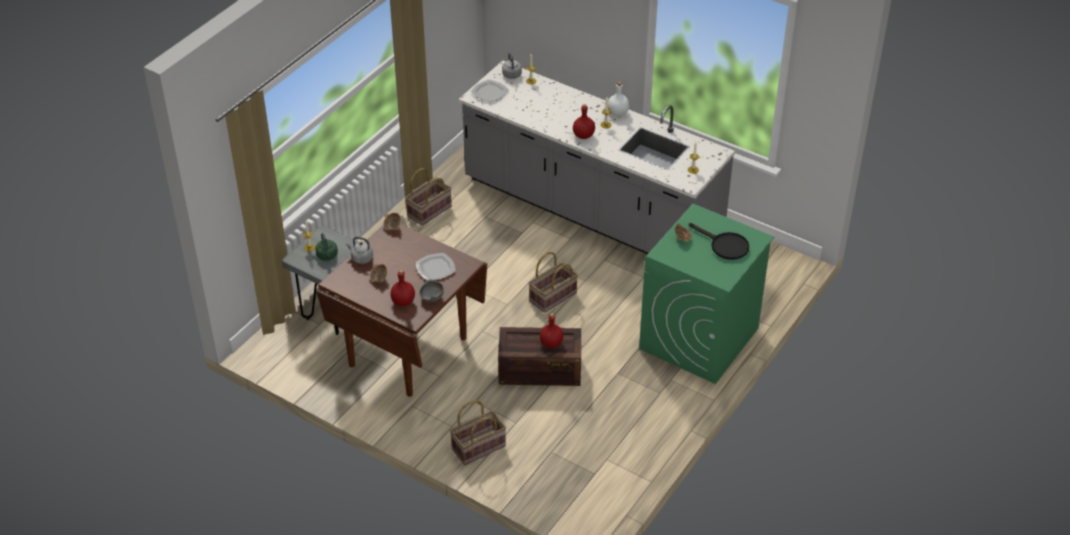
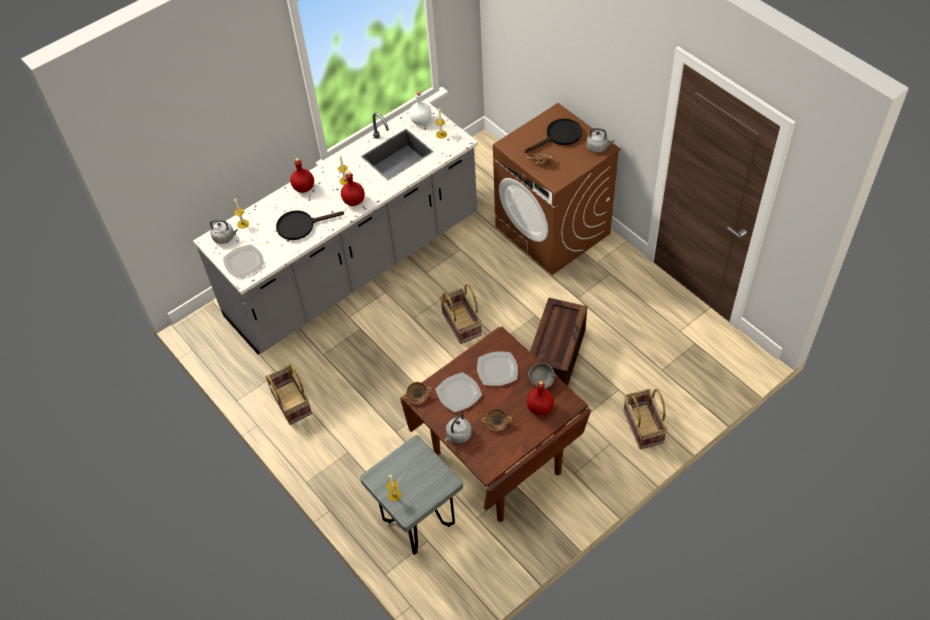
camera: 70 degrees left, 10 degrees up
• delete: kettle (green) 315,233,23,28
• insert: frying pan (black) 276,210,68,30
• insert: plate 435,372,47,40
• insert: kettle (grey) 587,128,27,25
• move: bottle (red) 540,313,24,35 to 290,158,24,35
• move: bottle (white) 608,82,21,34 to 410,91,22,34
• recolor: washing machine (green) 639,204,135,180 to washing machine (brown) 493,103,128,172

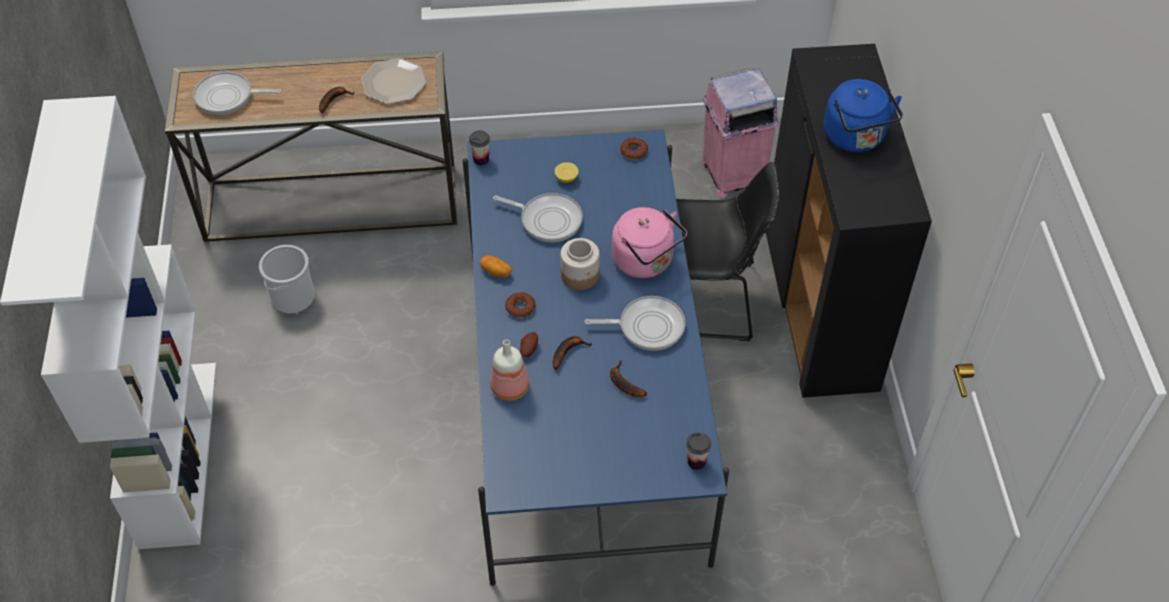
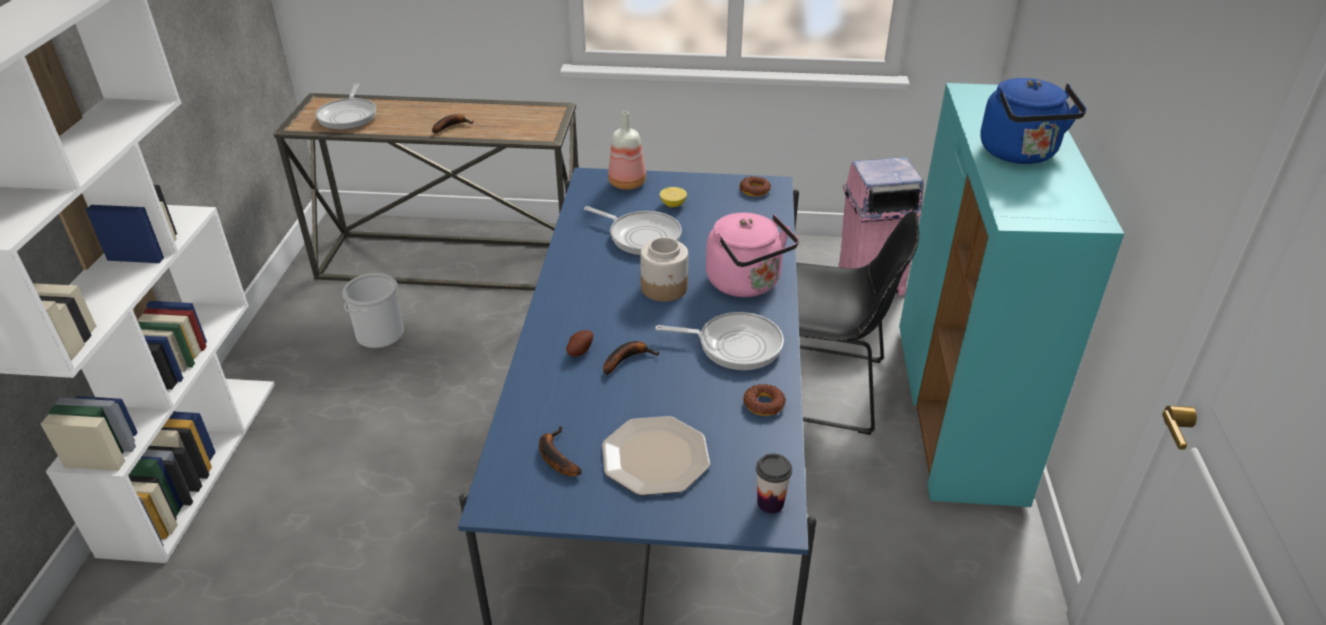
camera: 10 degrees right, 15 degrees down
• delete: cup 469,130,21,36
• delete: potato 479,255,33,23
• move: plate 361,58,66,46 to 602,416,108,79
• move: bottle 490,339,39,62 to 608,111,38,79
• move: donut 505,292,31,26 to 743,384,43,32
• move: banana 610,360,37,38 to 539,426,43,50
• recolor: cabinet (black) 766,44,166,354 to cabinet (turquoise) 899,83,225,424
• rotate: frying pan 193,72,88,43 = 316,83,60,47 105 degrees counterclockwise

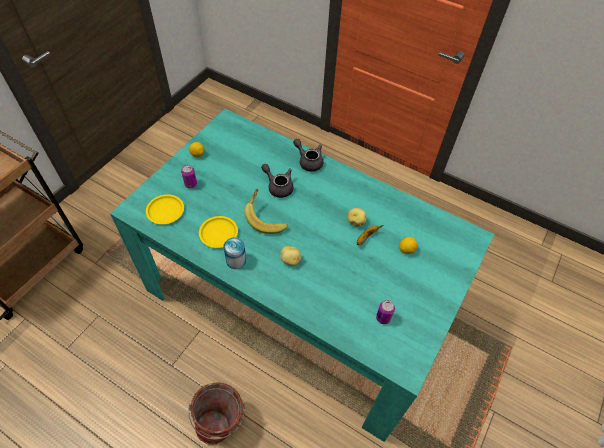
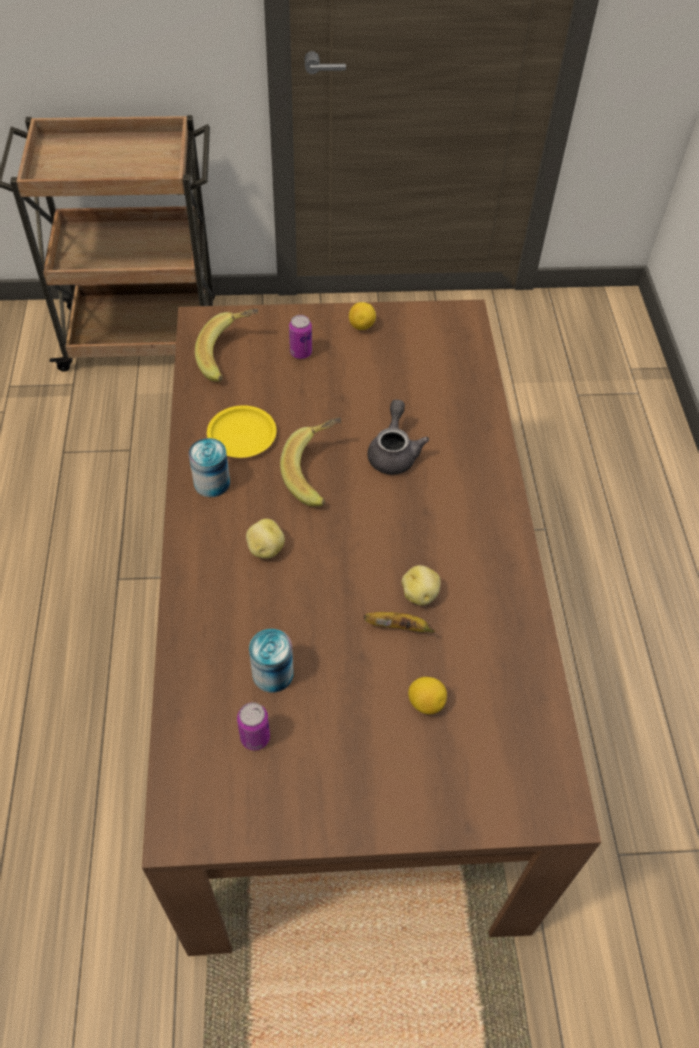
camera: 55 degrees right, 0 degrees up
• delete: bucket 188,382,57,63
• delete: teapot (grey) 293,139,30,33
• insert: can 249,629,44,64
• replace: plate (yellow) 146,194,38,30 to banana 195,309,63,73
• recolor: dining table (turquoise) 110,109,384,333 to dining table (brown) 142,300,459,656

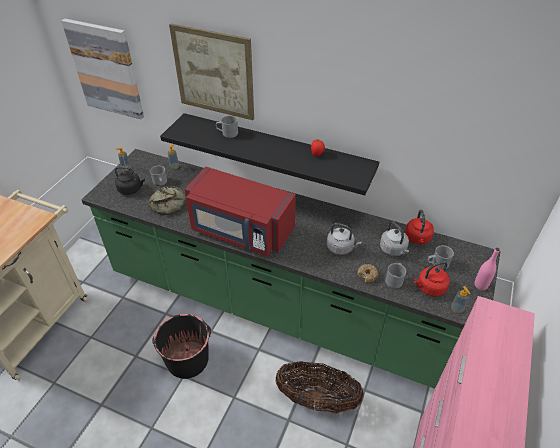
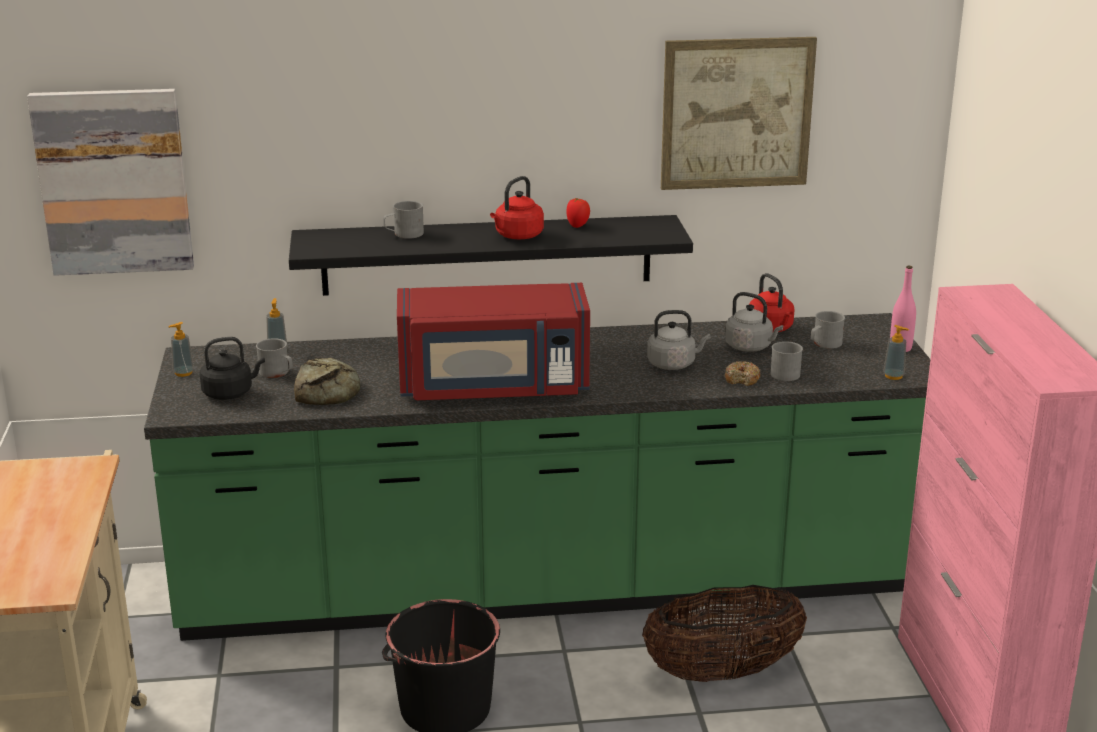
camera: 30 degrees left, 20 degrees down
• move: picture 169,23,85,97 to 661,37,156,153
• move: kettle (red) 413,261,37,36 to 490,176,54,63

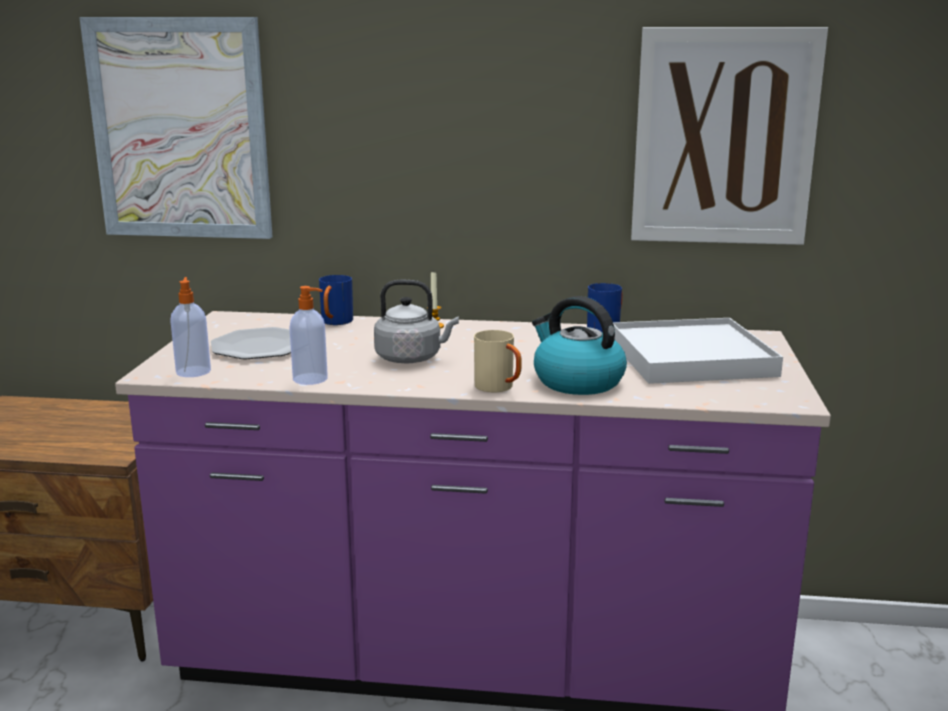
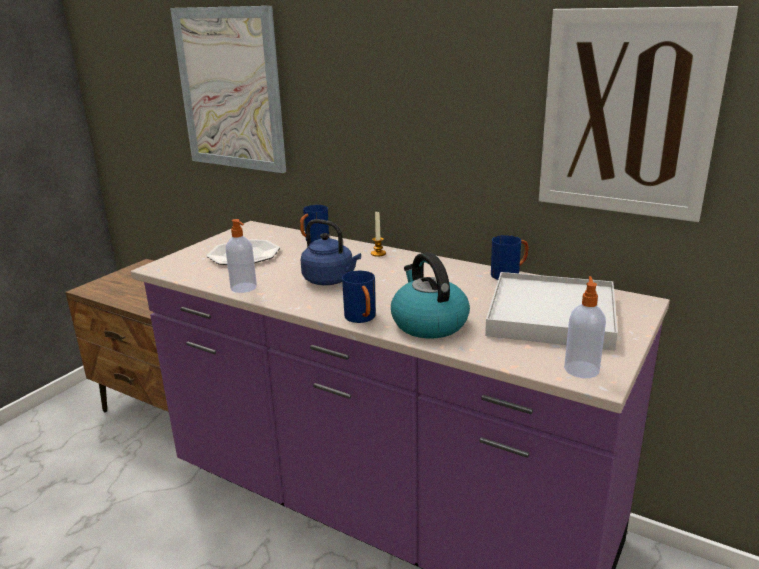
camera: 25 degrees right, 5 degrees up
• move: soap dispenser 170,277,41,100 to 564,276,42,102
• recolor: kettle (grey) 374,280,85,83 to kettle (blue) 301,219,60,66
• recolor: mug (beige) 474,330,48,62 to mug (blue) 342,271,33,52

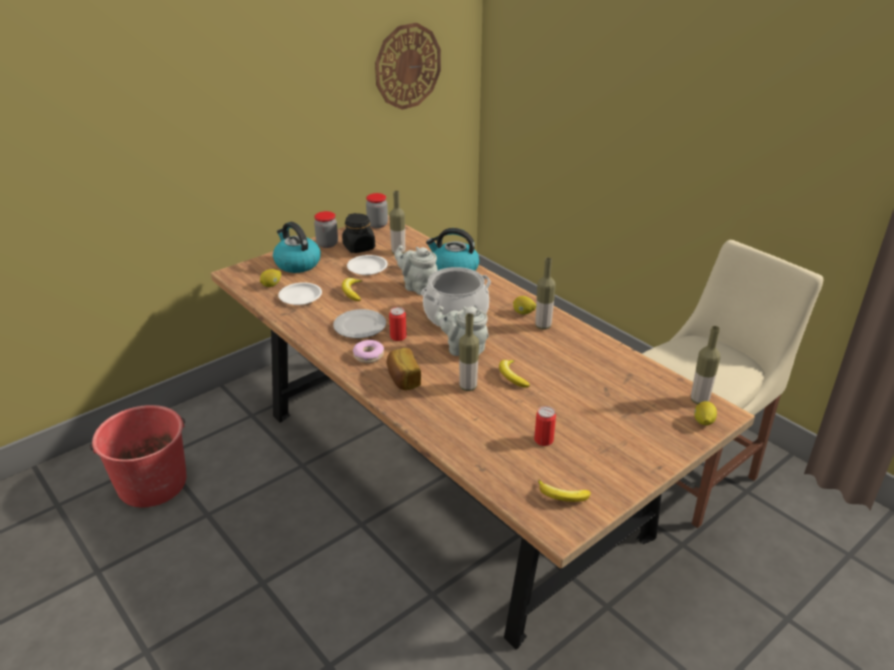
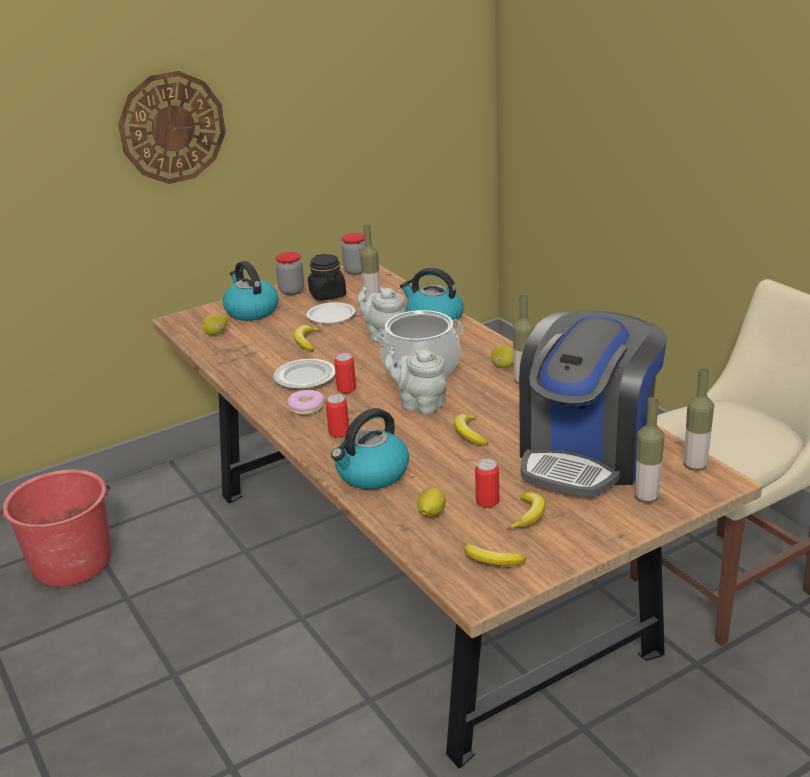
camera: 10 degrees right, 5 degrees down
• delete: plate (white) 278,282,44,23
• insert: kettle 331,408,78,81
• insert: banana 507,492,38,37
• insert: coffee machine 519,311,149,187
• move: wall clock 375,23,66,87 to 118,71,108,113
• move: bottle 459,313,20,78 to 635,397,30,106
• move: lemon 694,401,23,24 to 417,487,28,30
• replace: bread 387,348,34,42 to can 326,394,23,44

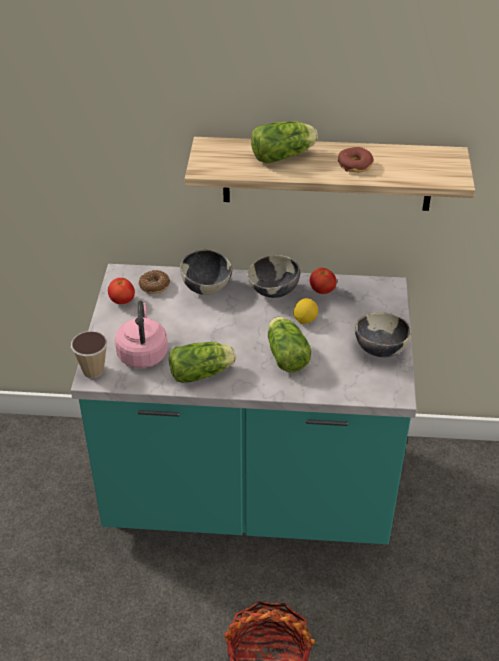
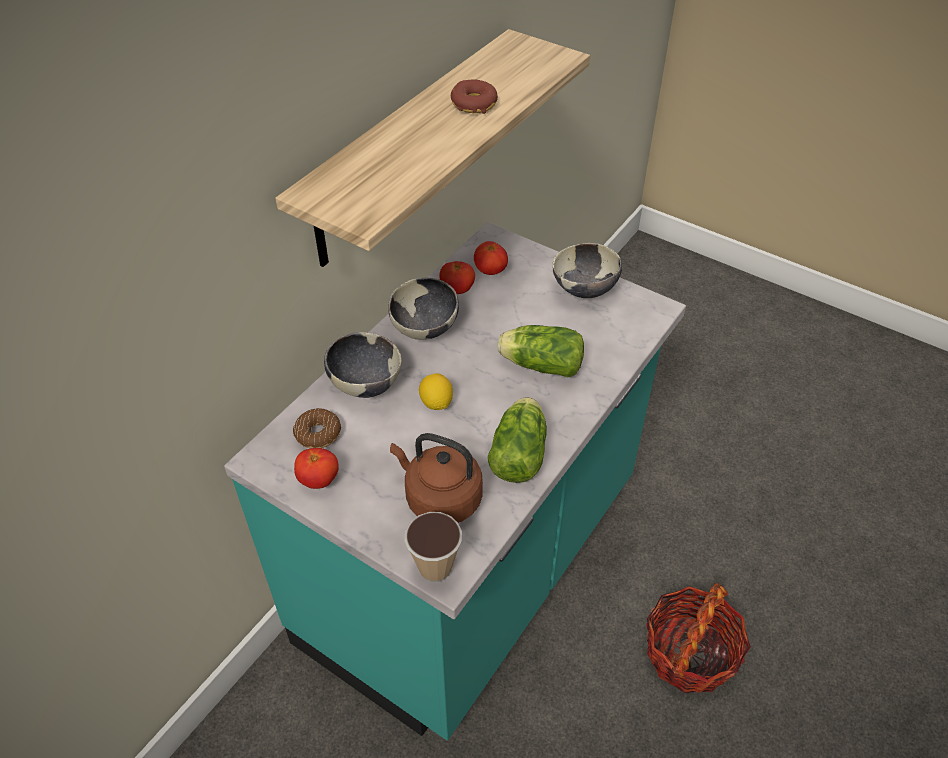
camera: 60 degrees left, 5 degrees up
• delete: lettuce 251,121,67,42
• insert: tomato 474,241,34,34
• move: lemon 293,298,25,26 to 419,373,34,37
• recolor: kettle (pink) 115,300,53,68 to kettle (brown) 390,433,93,90

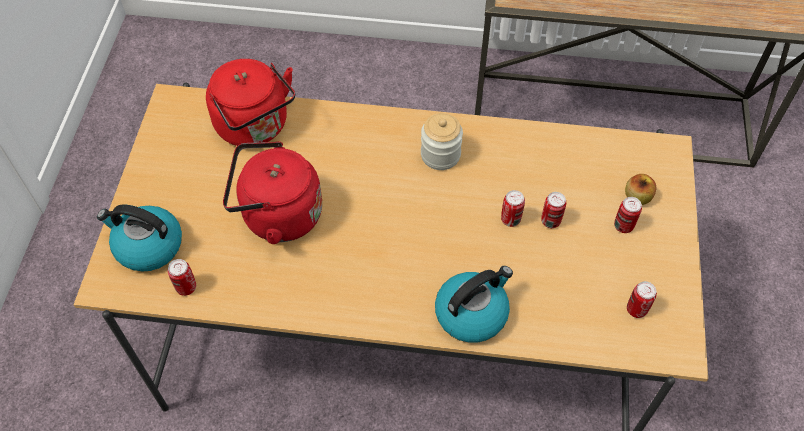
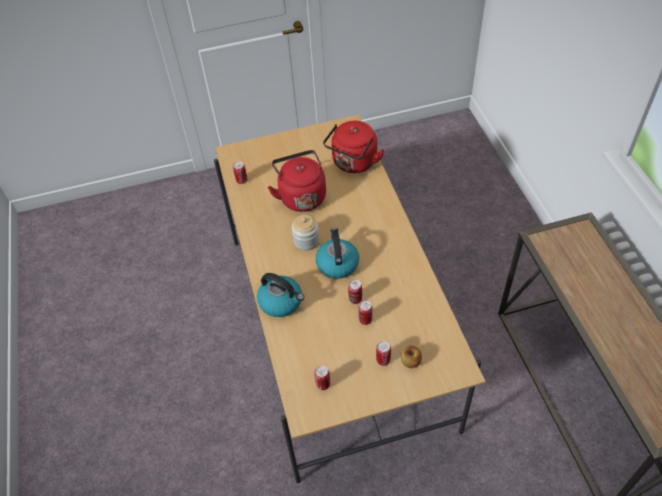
camera: 70 degrees right, 5 degrees down
• move: kettle 97,205,85,67 to 316,228,43,51
• move: jar 421,113,42,57 to 292,214,27,37

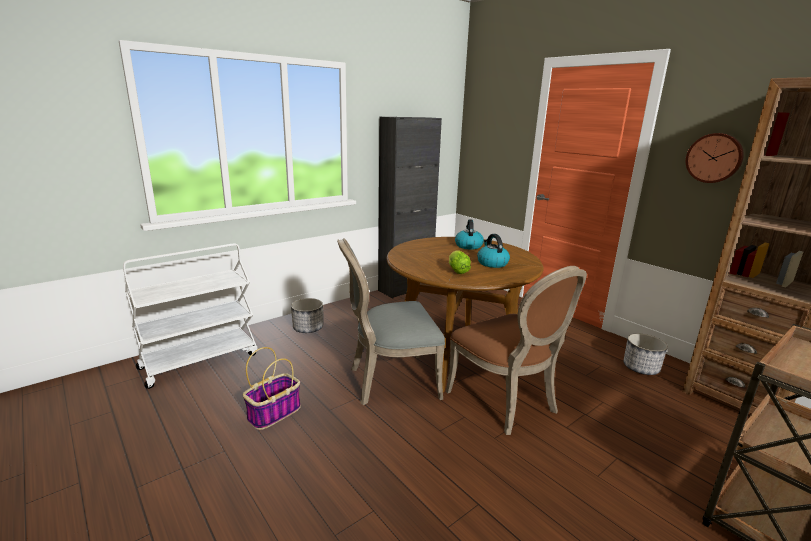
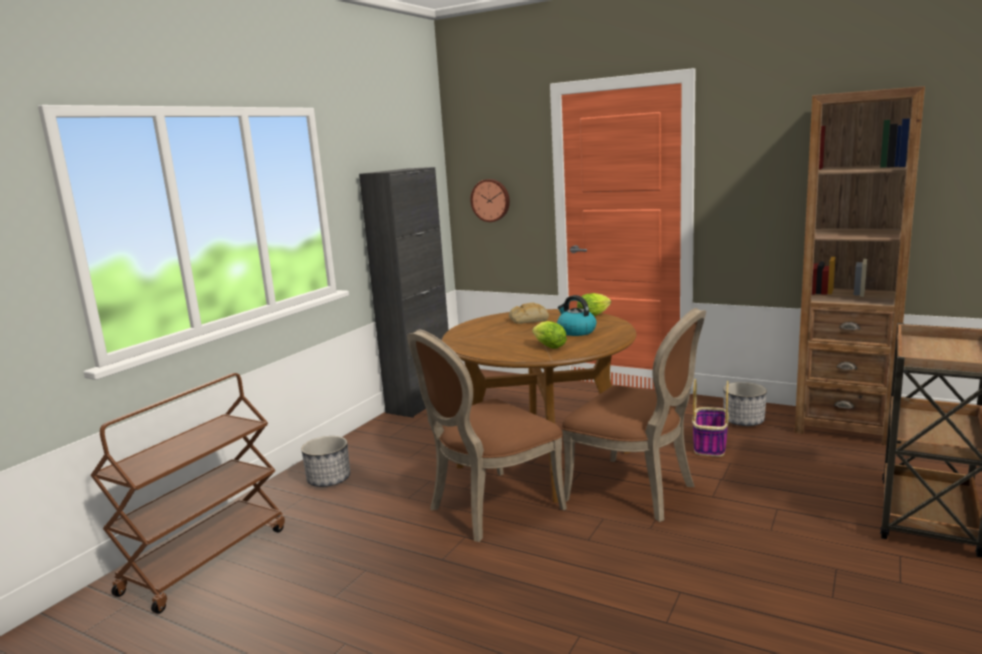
camera: 20 degrees left, 5 degrees down
• insert: lettuce 577,293,34,23
• move: basket 243,347,58,83 to 692,379,37,78
• move: wall clock 686,133,58,50 to 470,179,40,43
• replace: kettle 455,219,29,31 to bread 509,303,40,21
• recolor: cart (white) 123,243,134,146 to cart (brown) 91,373,194,241
• recolor: chair (grey) 337,238,108,167 to chair (brown) 407,330,160,212

